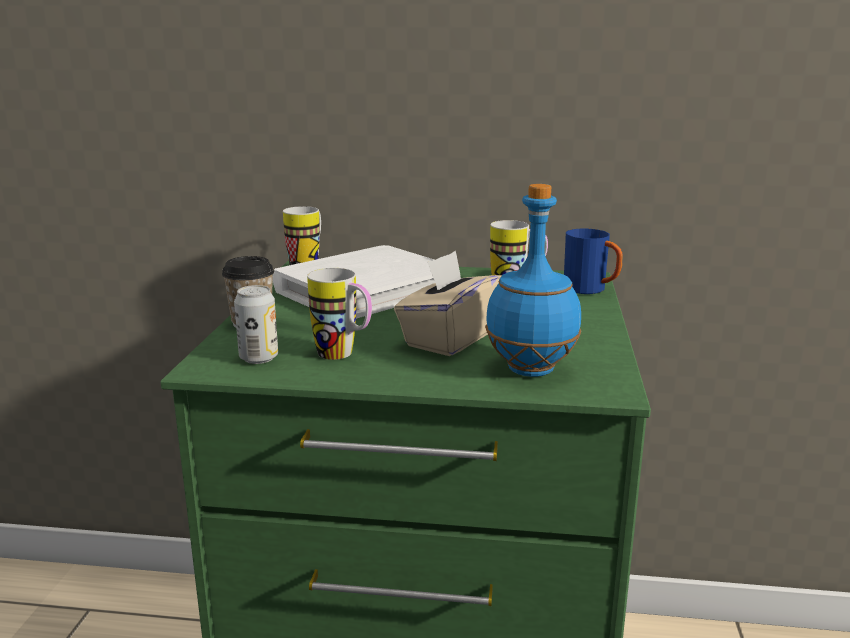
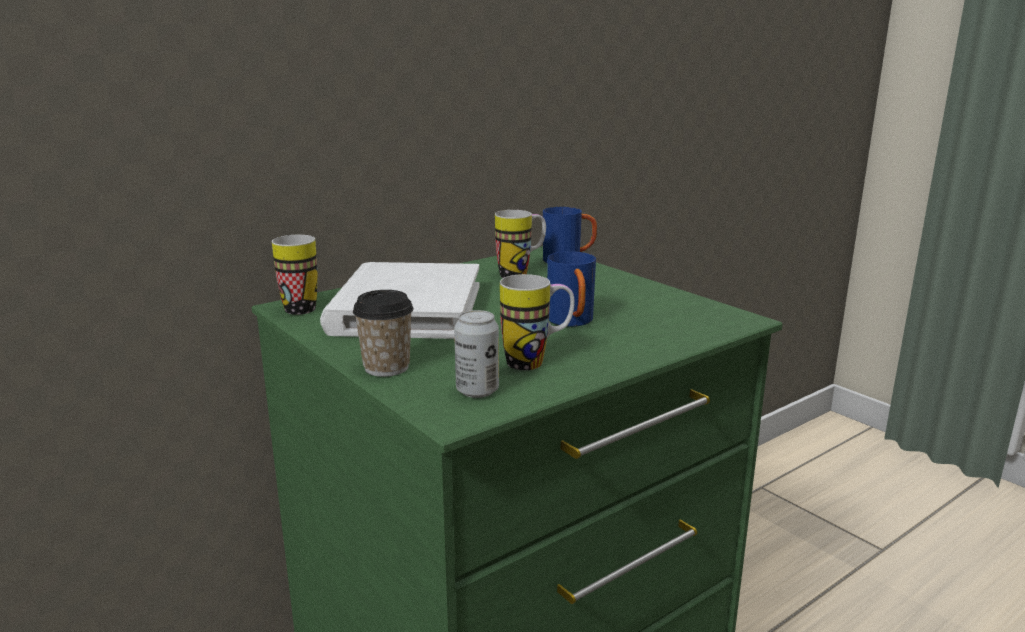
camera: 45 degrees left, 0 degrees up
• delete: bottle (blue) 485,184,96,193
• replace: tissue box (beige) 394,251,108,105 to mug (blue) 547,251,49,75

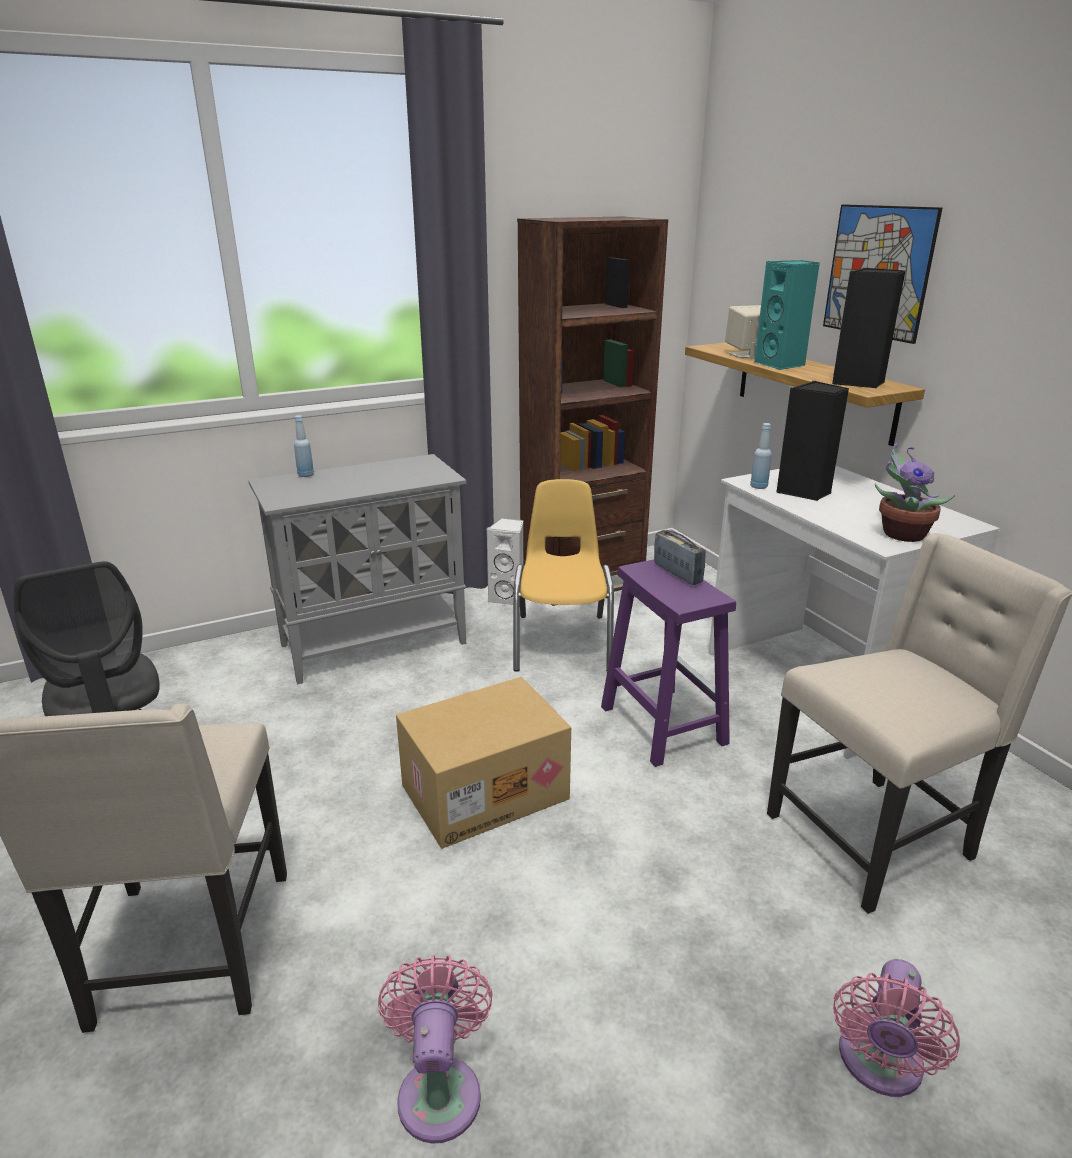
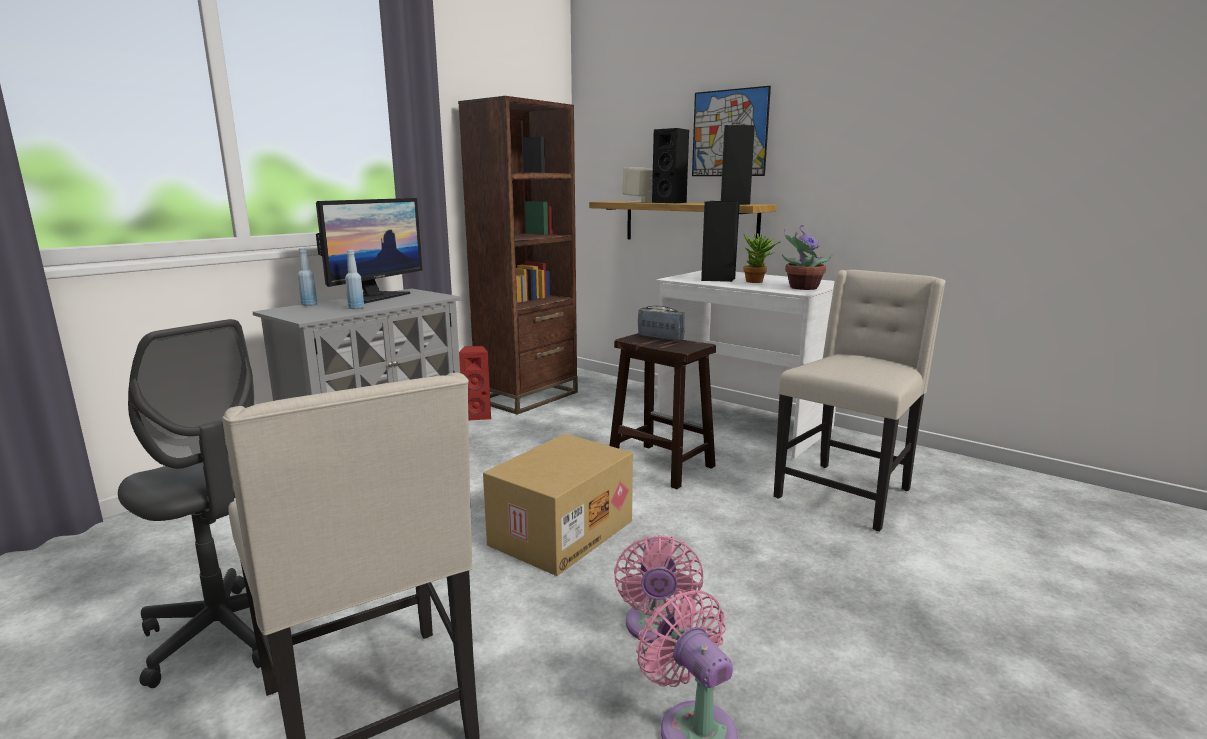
camera: 25 degrees left, 10 degrees down
• delete: chair (yellow) 513,479,101,193
• insert: monitor 316,198,107,105
• insert: potted plant 743,233,38,50
• move: bottle (blue) 750,423,22,66 to 345,250,19,59
• move: fan (pink) 833,959,127,138 to 614,535,89,108
• recolor: speaker (white) 486,518,37,88 to speaker (red) 459,346,33,75
• recolor: stool (purple) 601,559,135,208 to stool (brown) 610,333,106,156
• recolor: speaker (turquoise) 754,260,66,110 to speaker (black) 652,128,37,75

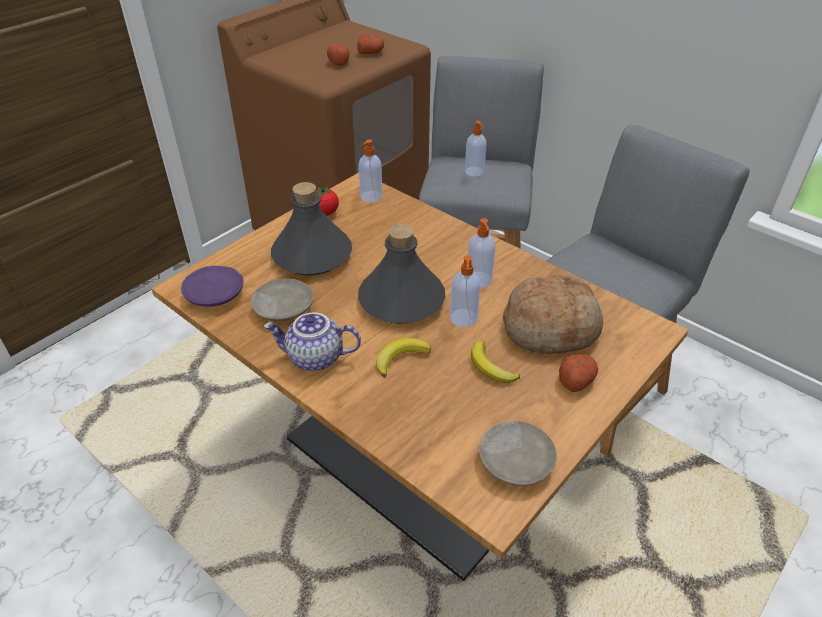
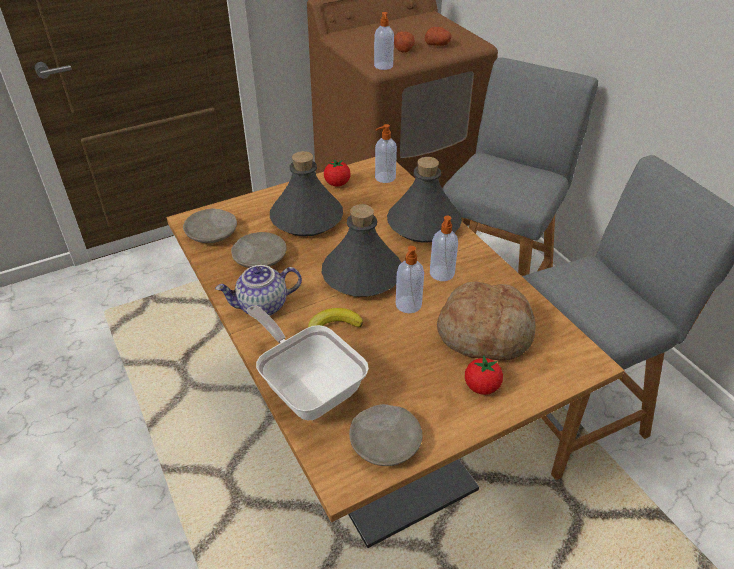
camera: 20 degrees right, 0 degrees up
• delete: banana 471,340,49,43
• insert: frying pan 247,306,122,114
• insert: bottle (grey) 387,157,75,86
• move: soap dispenser 465,121,22,56 to 374,12,20,58
• replace: potato 559,354,39,38 to tomato 465,355,38,40
• recolor: plate (purple) 181,266,62,41 to plate (beige) 183,208,54,35
• rotate: teapot 264,313,97,58 = 215,265,87,51 45 degrees counterclockwise

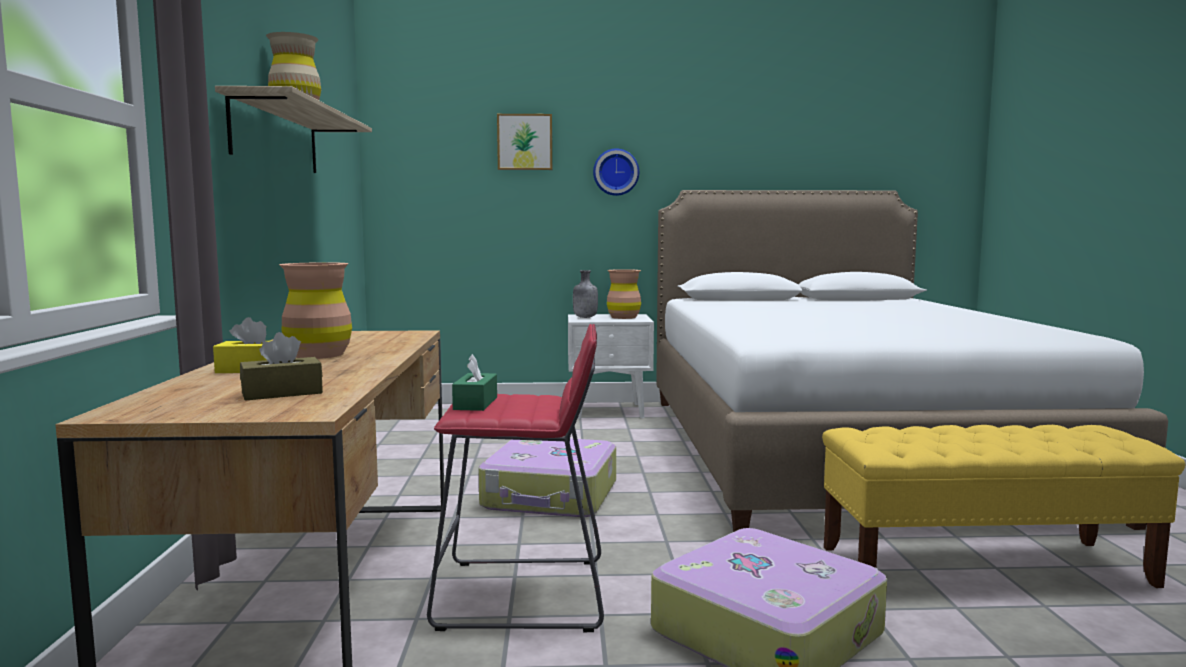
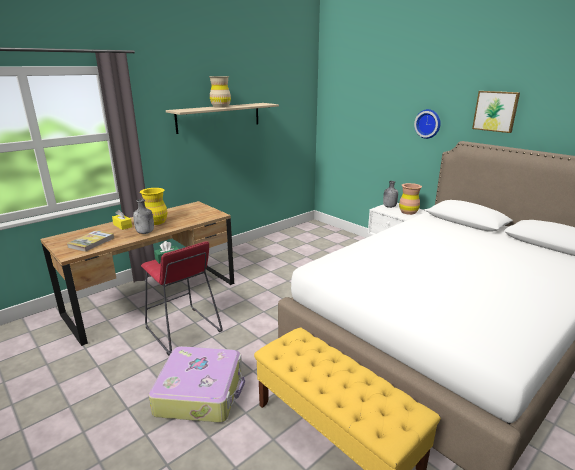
camera: 50 degrees right, 15 degrees up
• delete: suitcase 478,438,138,79
• insert: bottle (grey) 133,199,21,35
• move: picture 497,114,55,56 to 472,91,48,42
• replace: tissue box (brown) 240,332,83,69 to book 67,230,47,22
• recolor: vase (brown) 279,262,73,97 to vase (yellow) 140,188,27,37

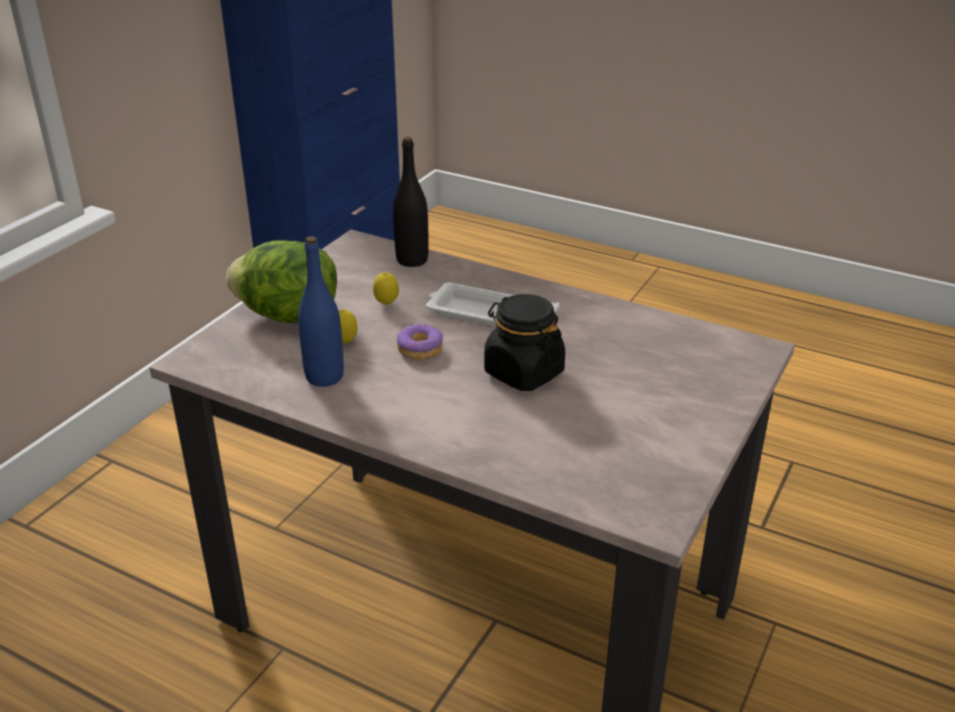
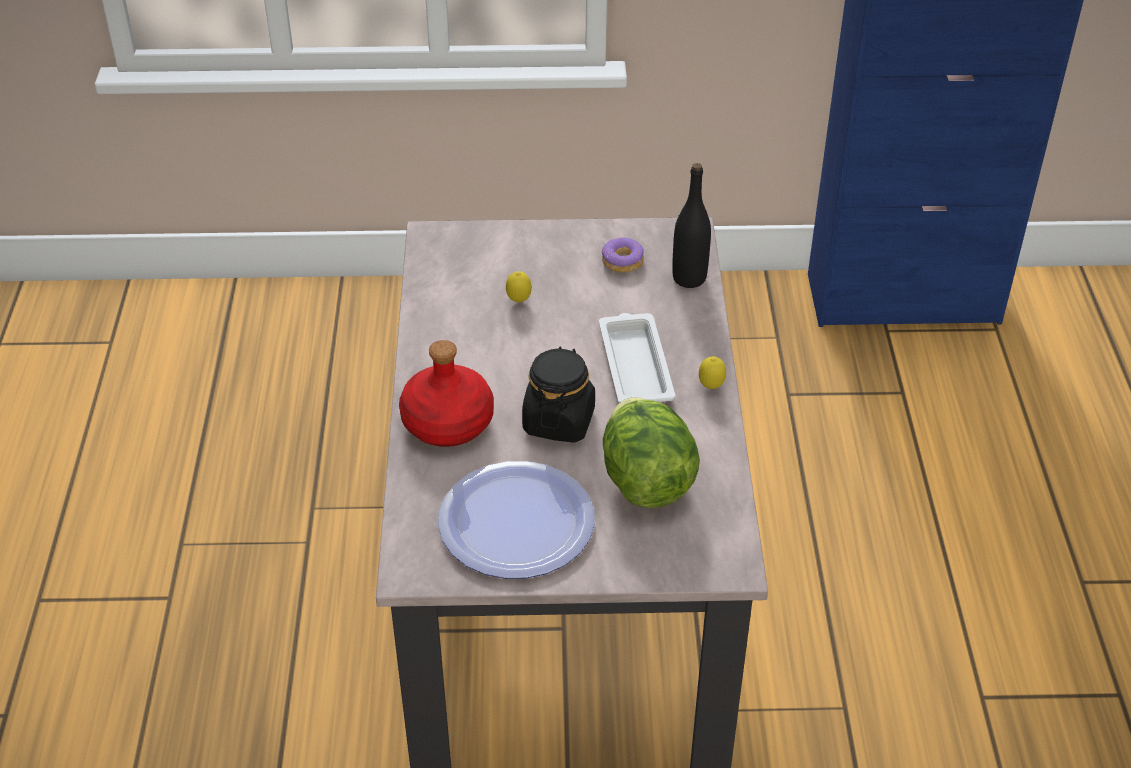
camera: 60 degrees right, 10 degrees up
• delete: bottle (blue) 298,236,46,151
• insert: bottle (red) 399,340,95,107
• insert: plate 438,461,157,118
• move: lettuce 226,240,111,83 to 603,397,97,111
• move: lemon 373,272,26,33 to 699,357,27,32
• move: donut 397,324,46,36 to 602,238,42,35

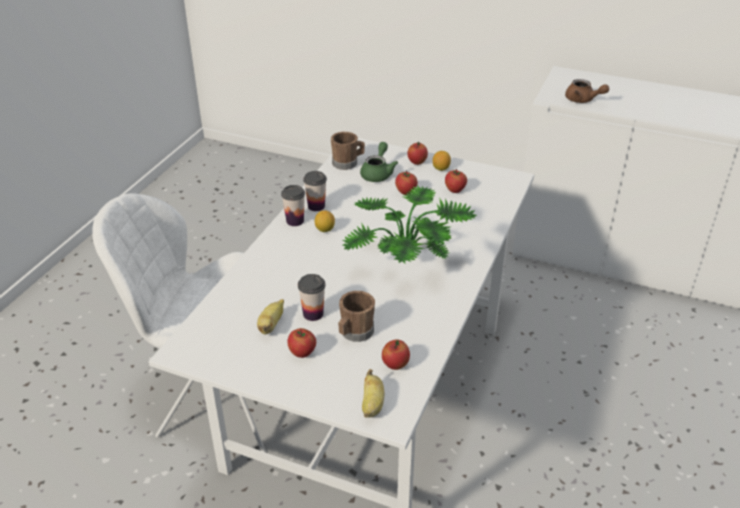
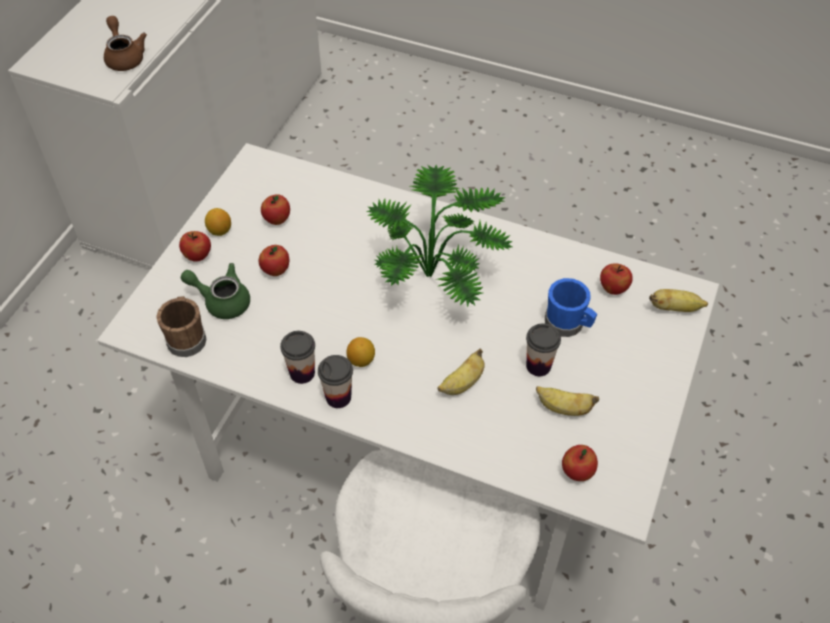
camera: 90 degrees left, 15 degrees up
• insert: banana 438,349,47,46
• move: apple 287,328,29,30 to 562,445,36,36
• recolor: mug (brown) 338,291,37,51 to mug (blue) 545,278,52,59
• rotate: teapot (brown) 565,79,44,24 = 104,16,43,55 60 degrees counterclockwise

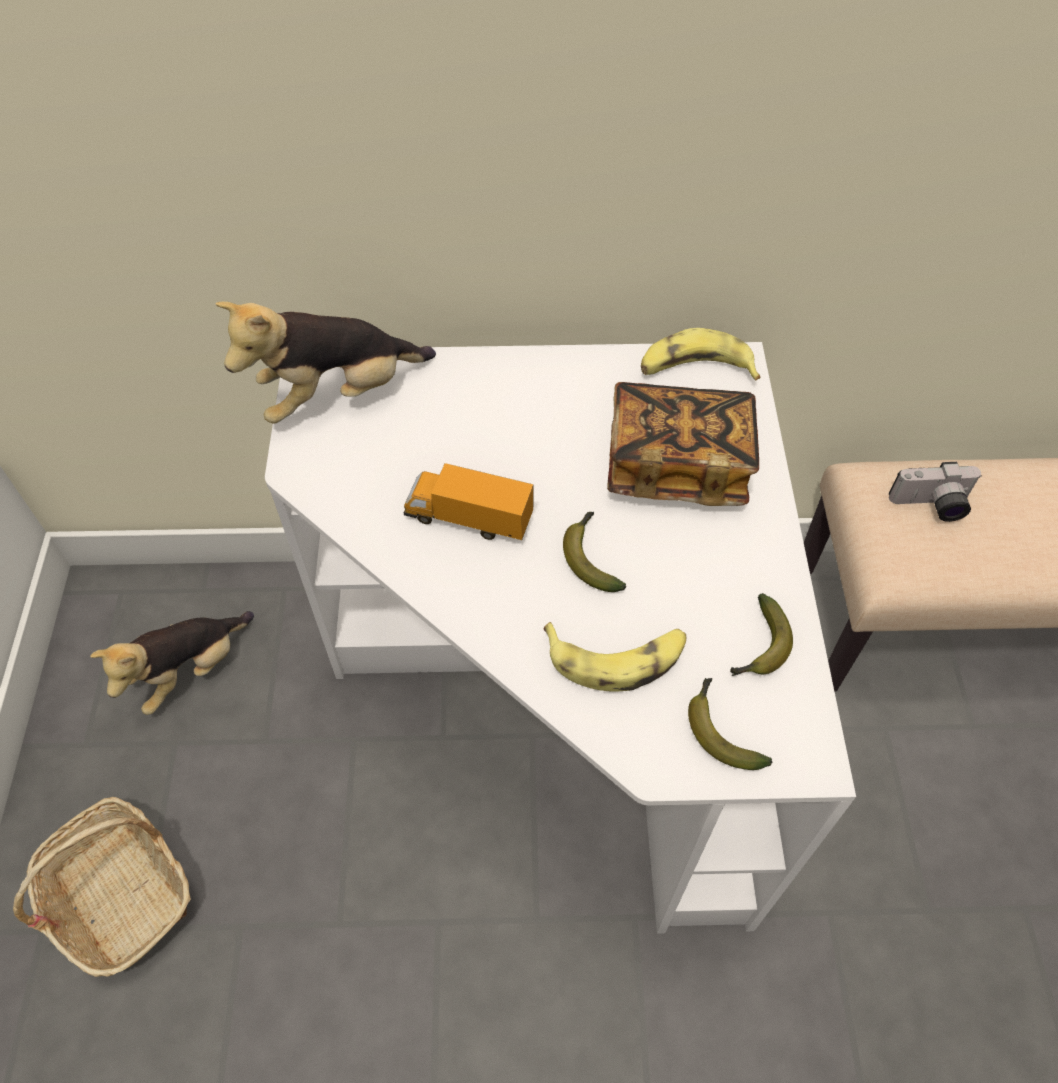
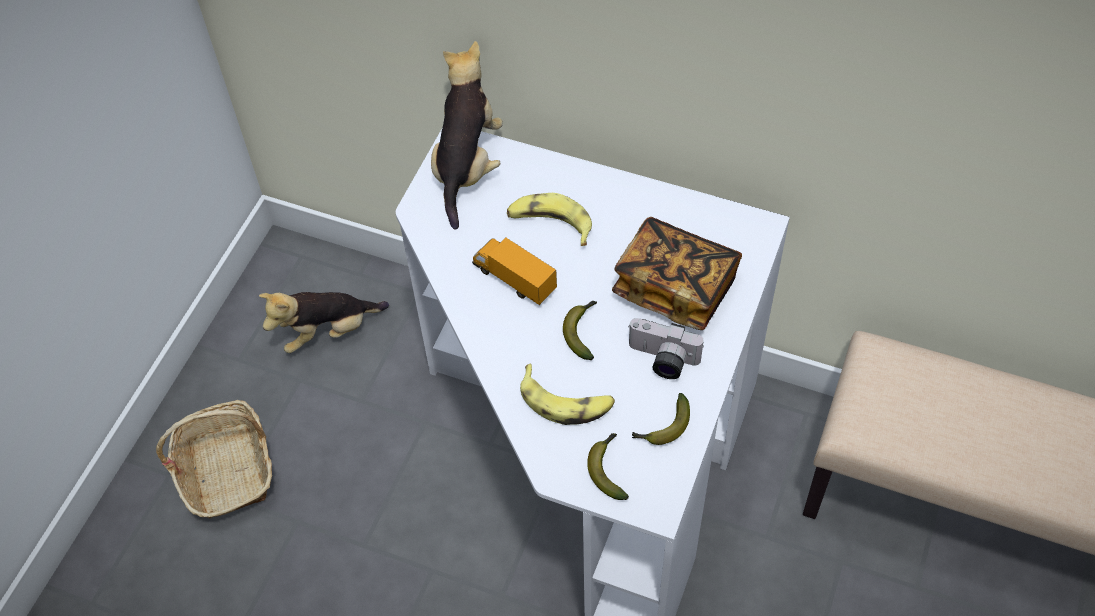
camera: 25 degrees right, 0 degrees up
• move: banana 641,328,119,52 to 507,193,85,53
• move: photo camera 889,462,93,60 to 629,318,75,61
• rotate: plush toy 215,301,221,122 = 431,41,72,188 105 degrees clockwise

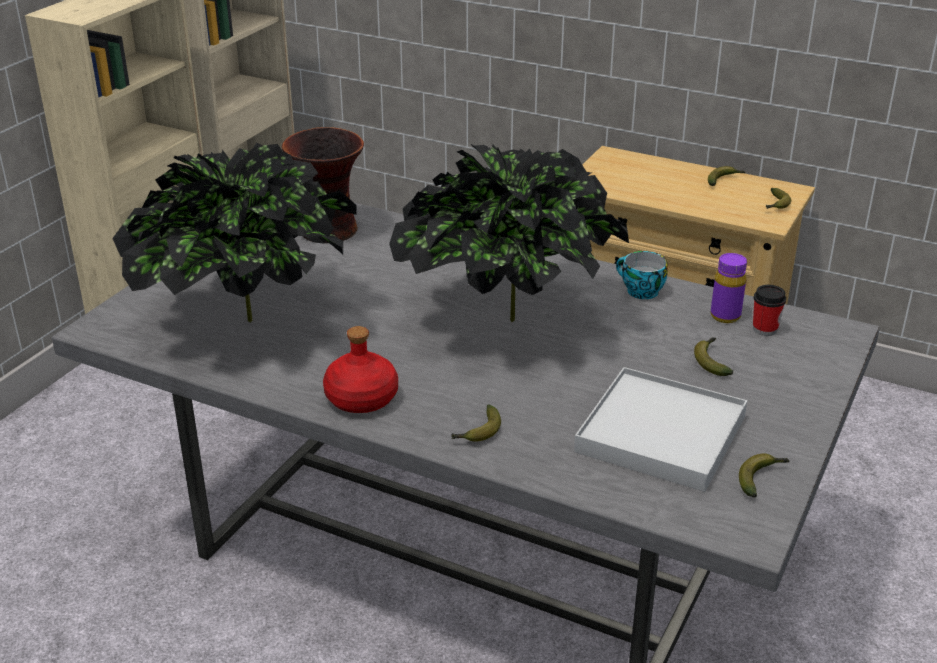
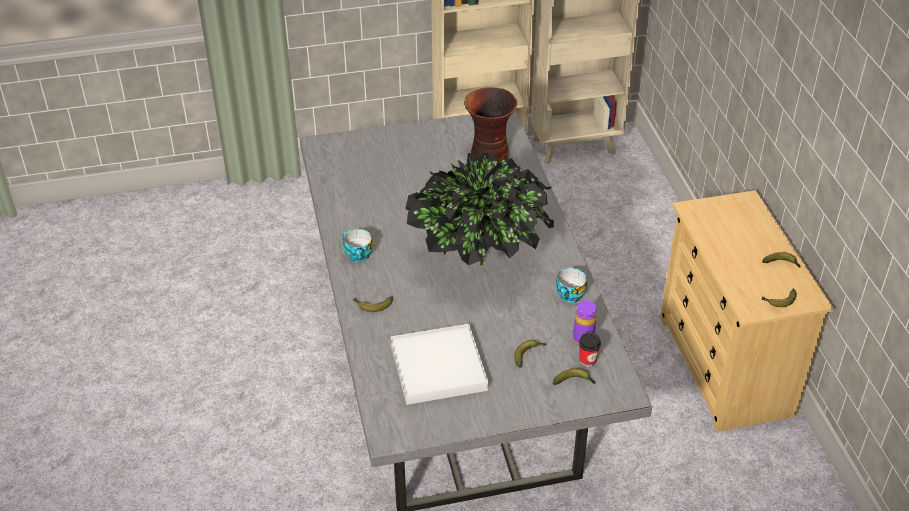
camera: 50 degrees right, 10 degrees up
• delete: potted plant 112,143,245,180
• move: banana 739,454,50,44 to 553,368,43,17
• replace: bottle (red) 323,326,75,87 to cup 343,229,30,33

